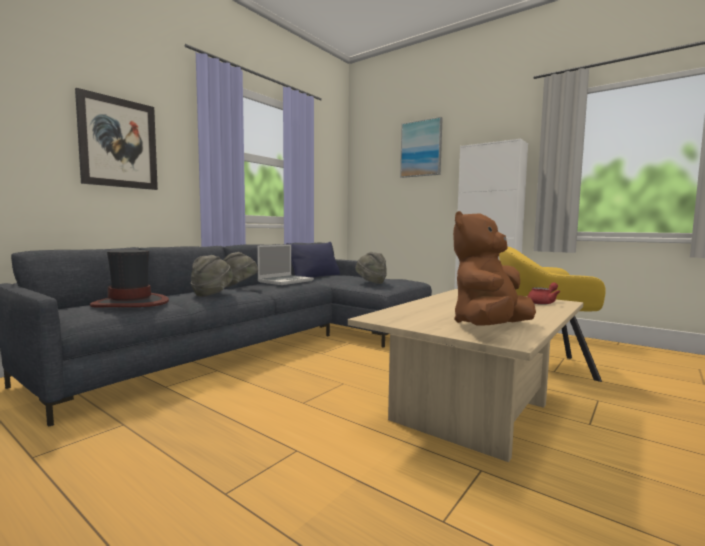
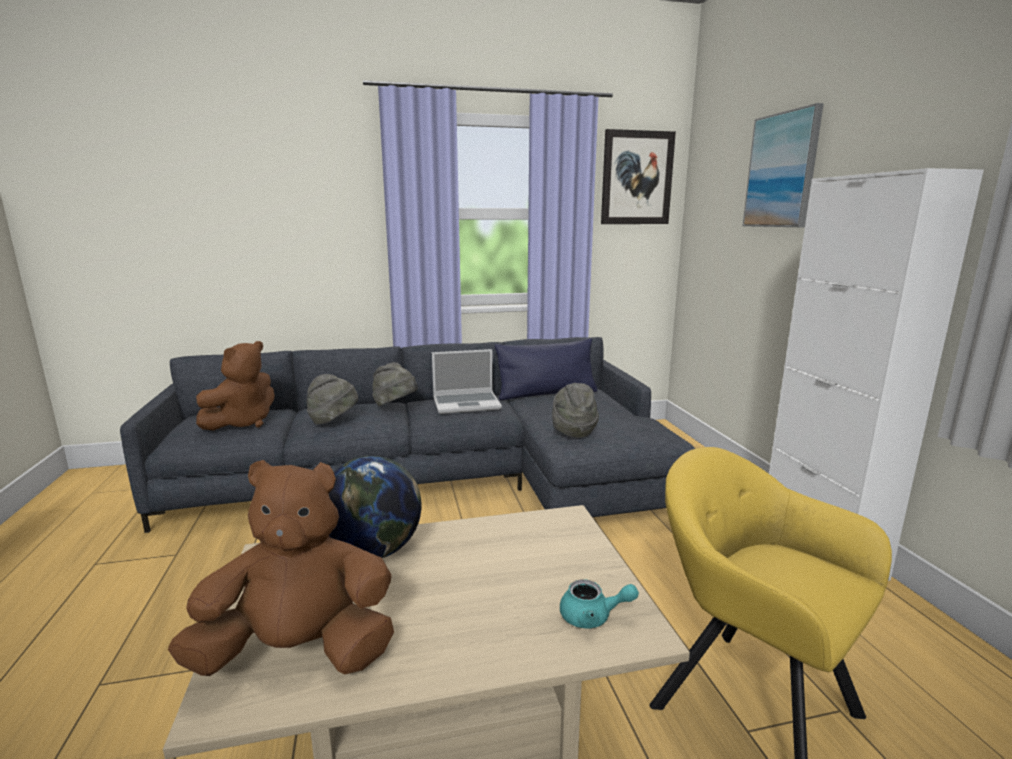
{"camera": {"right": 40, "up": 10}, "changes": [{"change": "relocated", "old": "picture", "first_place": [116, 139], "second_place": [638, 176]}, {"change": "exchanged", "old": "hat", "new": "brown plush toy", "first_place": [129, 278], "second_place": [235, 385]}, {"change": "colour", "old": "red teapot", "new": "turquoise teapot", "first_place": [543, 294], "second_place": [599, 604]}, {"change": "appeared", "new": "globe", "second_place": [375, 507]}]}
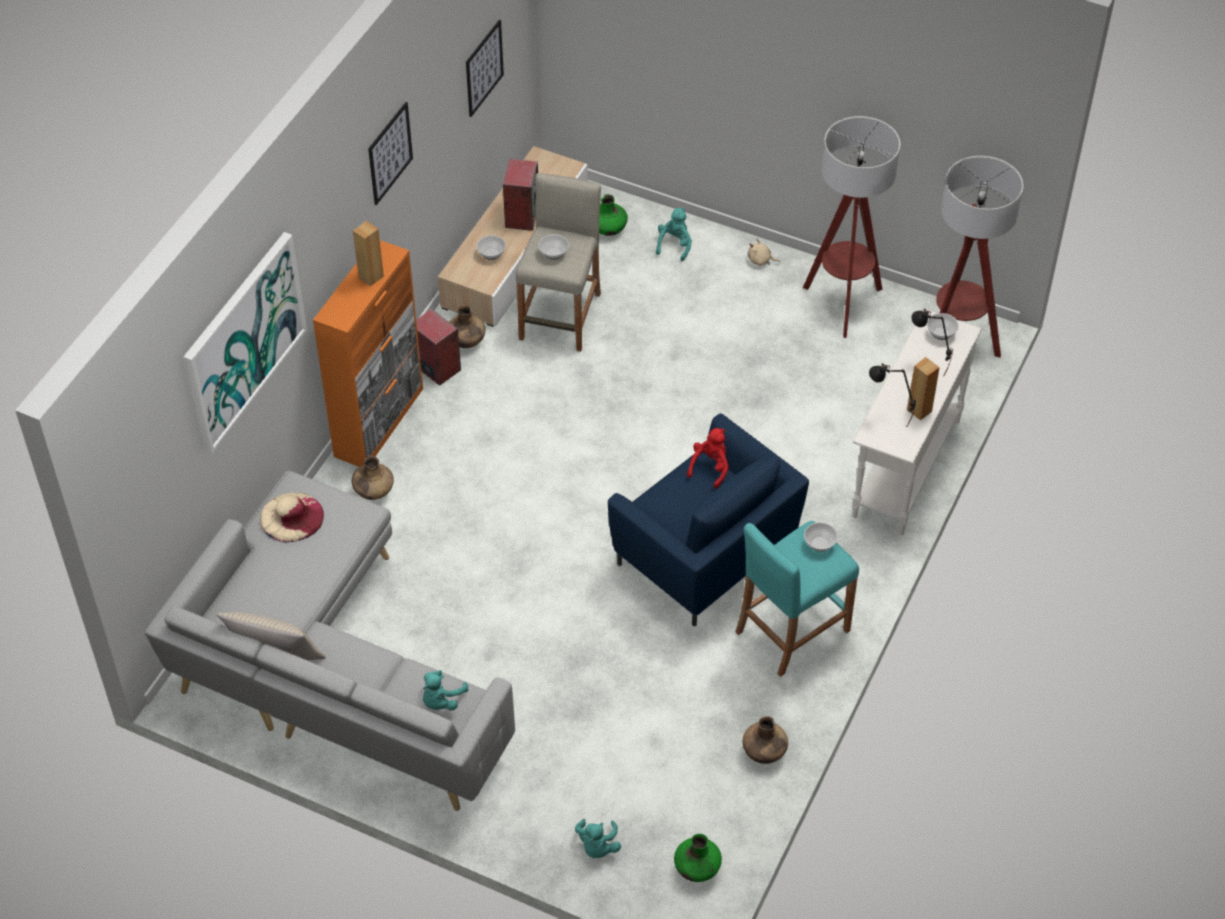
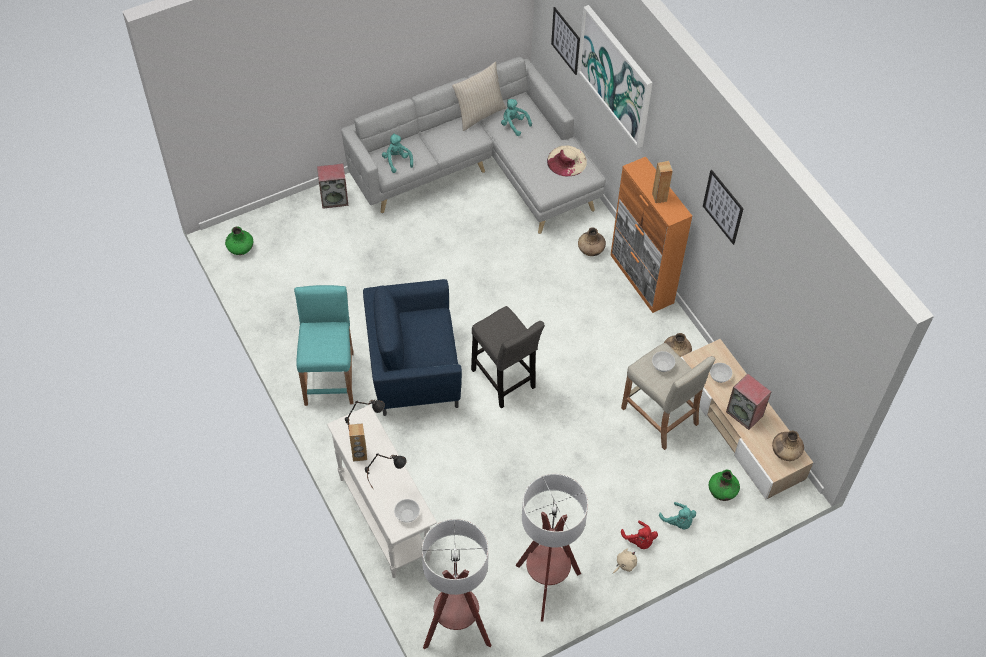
{"camera": {"right": 125, "up": 5}, "changes": [{"change": "relocated", "old": "picture", "first_place": [485, 68], "second_place": [565, 41]}, {"change": "relocated", "old": "speaker", "first_place": [438, 347], "second_place": [333, 186]}, {"change": "relocated", "old": "red plush toy", "first_place": [708, 458], "second_place": [639, 535]}, {"change": "missing", "old": "bowl", "first_place": [821, 537]}, {"change": "relocated", "old": "brown vase", "first_place": [765, 740], "second_place": [788, 446]}, {"change": "relocated", "old": "turquoise plush toy", "first_place": [598, 838], "second_place": [516, 117]}, {"change": "appeared", "new": "grey stool", "second_place": [508, 357]}]}
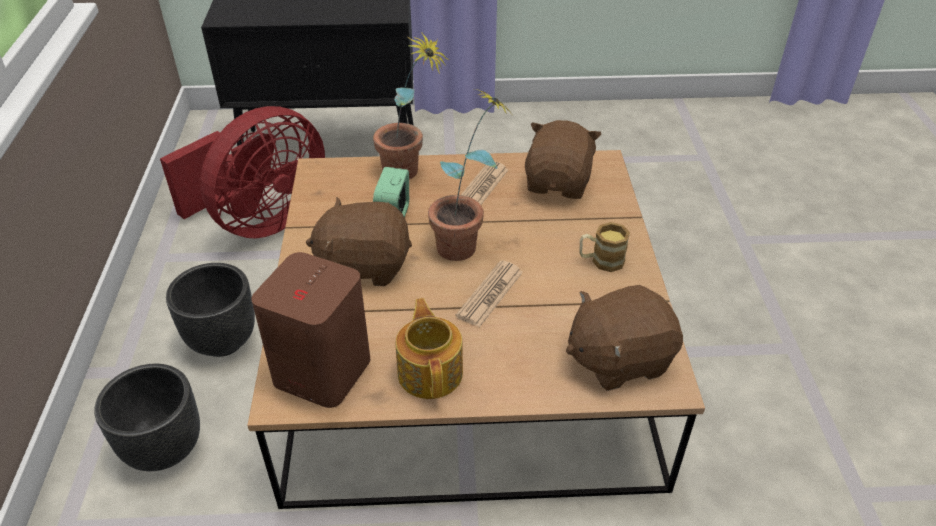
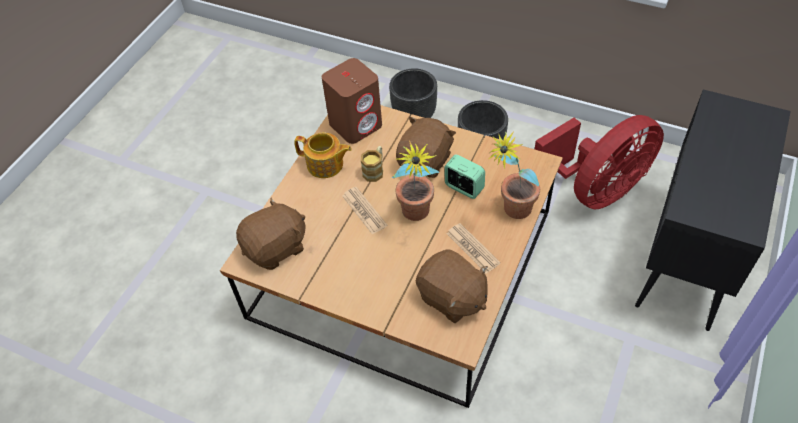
{"camera": {"right": 120, "up": 10}, "changes": [{"change": "spun", "old": "red fan", "first_place": [242, 172], "second_place": [599, 162], "degrees": -105}, {"change": "relocated", "old": "mug", "first_place": [604, 247], "second_place": [372, 164]}, {"change": "spun", "old": "brown plush toy", "first_place": [624, 338], "second_place": [270, 234], "degrees": 45}]}
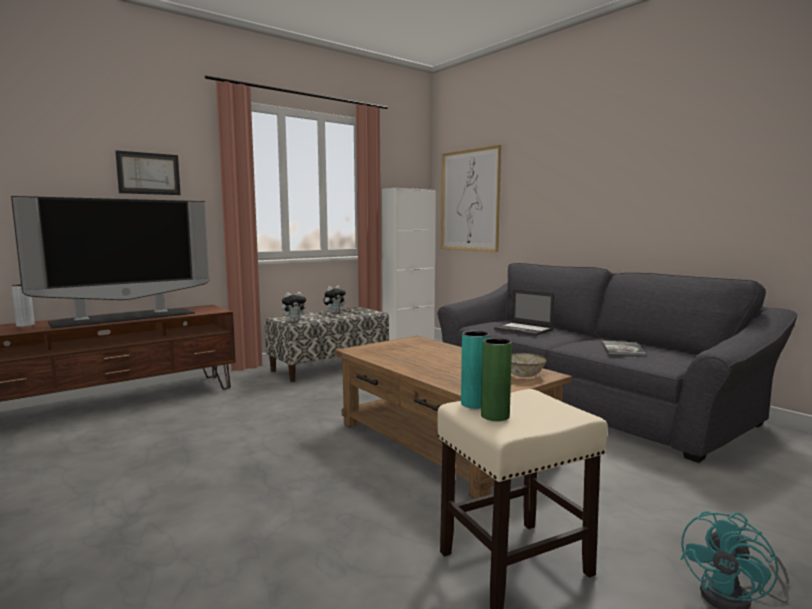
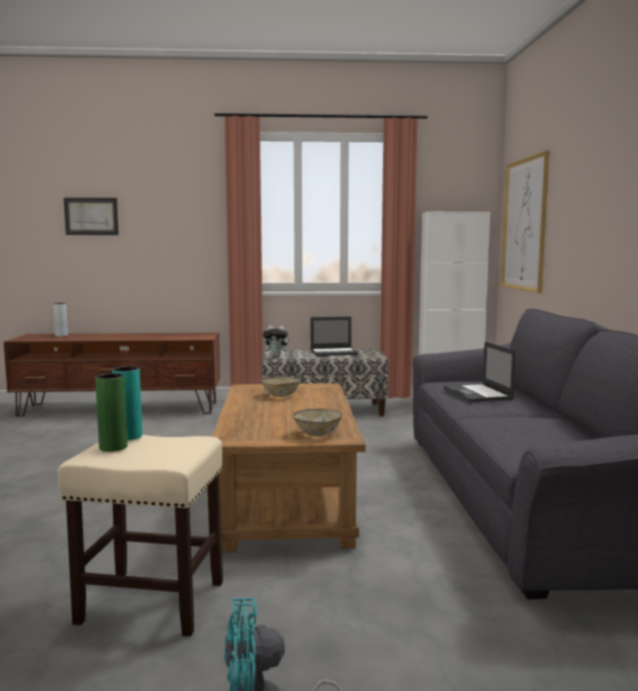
{"camera": {"right": 35, "up": 0}, "changes": [{"change": "relocated", "old": "picture", "first_place": [148, 172], "second_place": [91, 216]}, {"change": "missing", "old": "television", "first_place": [110, 262]}, {"change": "exchanged", "old": "plush toy", "new": "laptop", "first_place": [334, 300], "second_place": [334, 336]}, {"change": "missing", "old": "book", "first_place": [623, 348]}, {"change": "appeared", "new": "bowl", "second_place": [280, 386]}]}
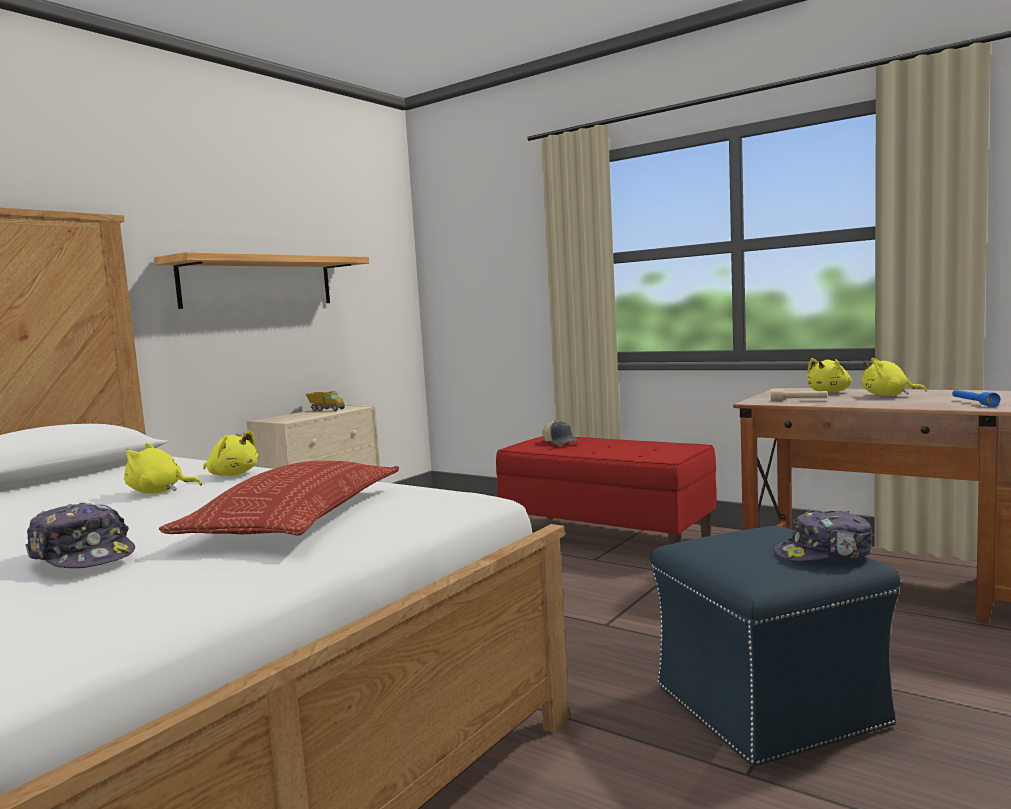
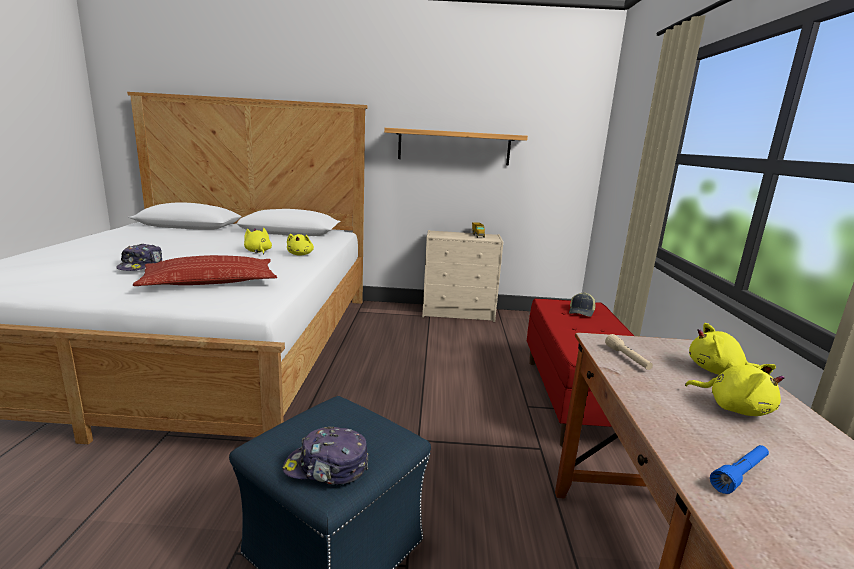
{"camera": {"right": 55, "up": 10}, "changes": [{"change": "spun", "old": "yellow plush toy", "first_place": [894, 377], "second_place": [735, 390], "degrees": 150}, {"change": "spun", "old": "cap", "first_place": [823, 535], "second_place": [325, 456], "degrees": -45}]}
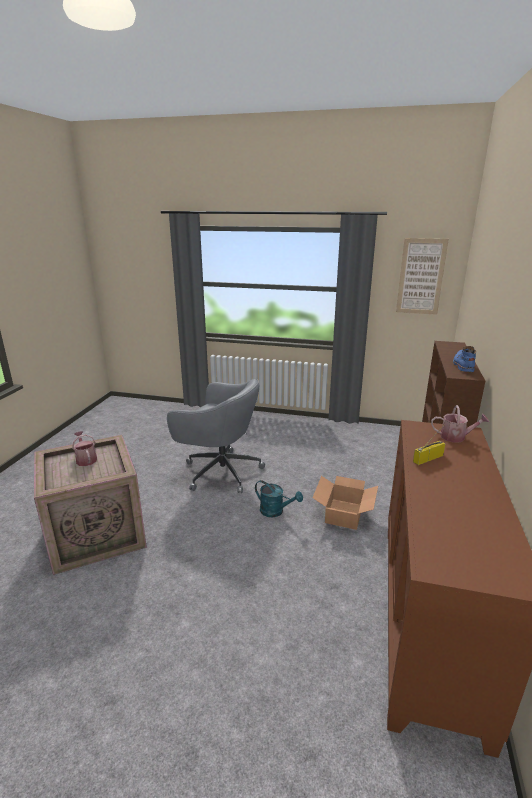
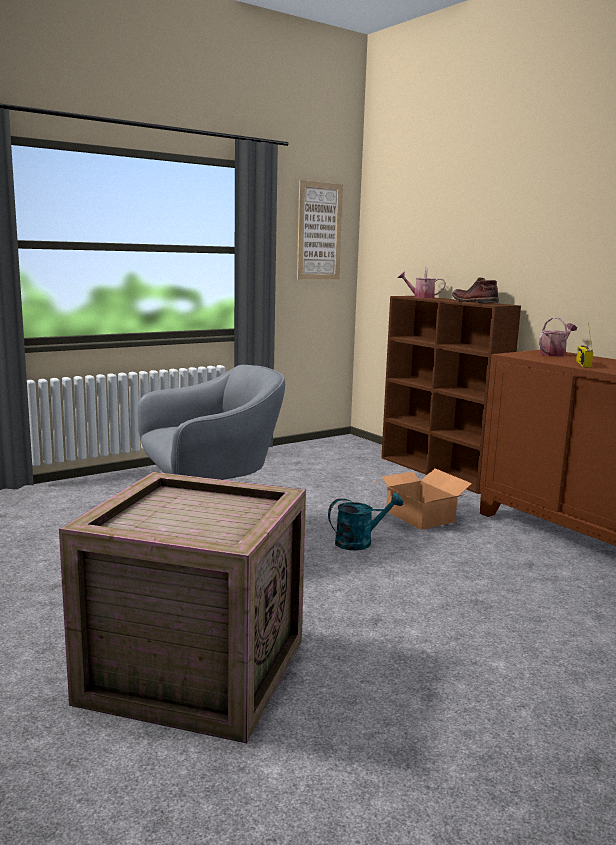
{"camera": {"right": -50, "up": -10}, "changes": [{"change": "colour", "old": "blue boot", "new": "brown boot", "first_place": [464, 359], "second_place": [475, 290]}, {"change": "relocated", "old": "watering can", "first_place": [84, 448], "second_place": [422, 282]}]}
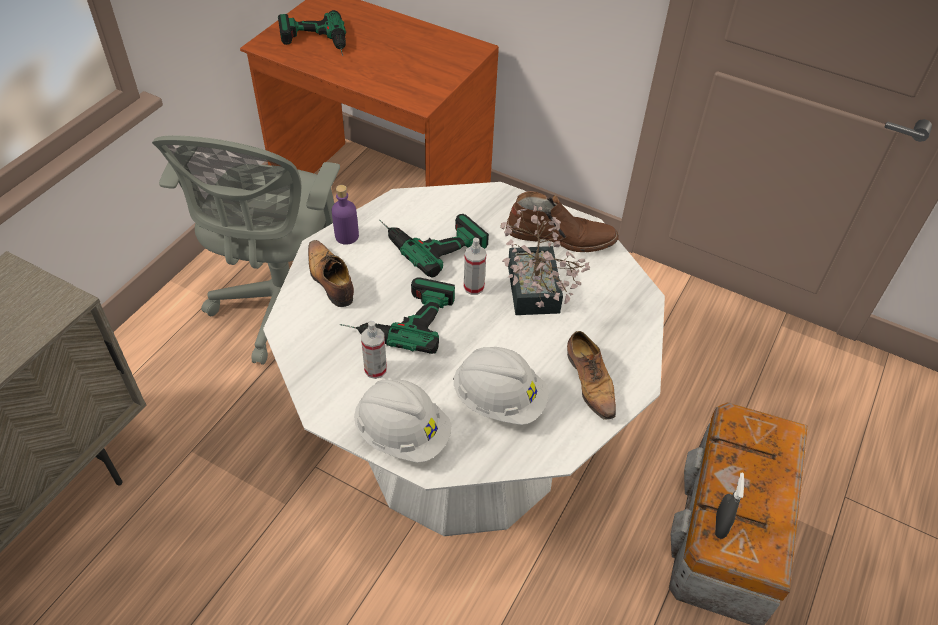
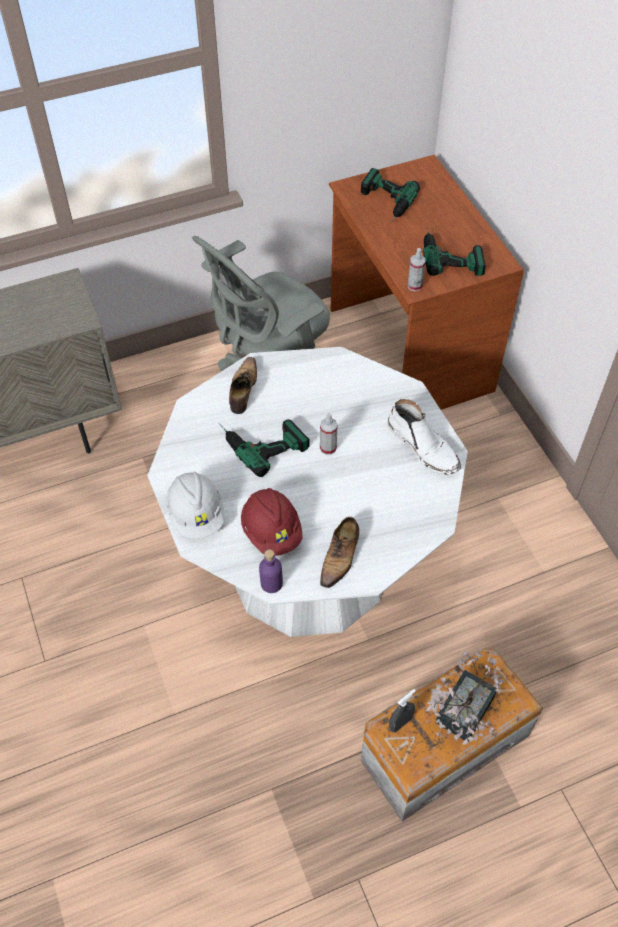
{"camera": {"right": 40, "up": 5}, "changes": [{"change": "relocated", "old": "purple bottle", "first_place": [345, 215], "second_place": [271, 571]}, {"change": "colour", "old": "brown boot", "new": "white boot", "first_place": [562, 221], "second_place": [424, 436]}, {"change": "relocated", "old": "potted plant", "first_place": [545, 260], "second_place": [464, 697]}, {"change": "relocated", "old": "power drill", "first_place": [434, 246], "second_place": [454, 251]}, {"change": "relocated", "old": "spray bottle", "first_place": [374, 350], "second_place": [417, 269]}, {"change": "colour", "old": "white hard hat", "new": "red hard hat", "first_place": [501, 386], "second_place": [272, 522]}]}
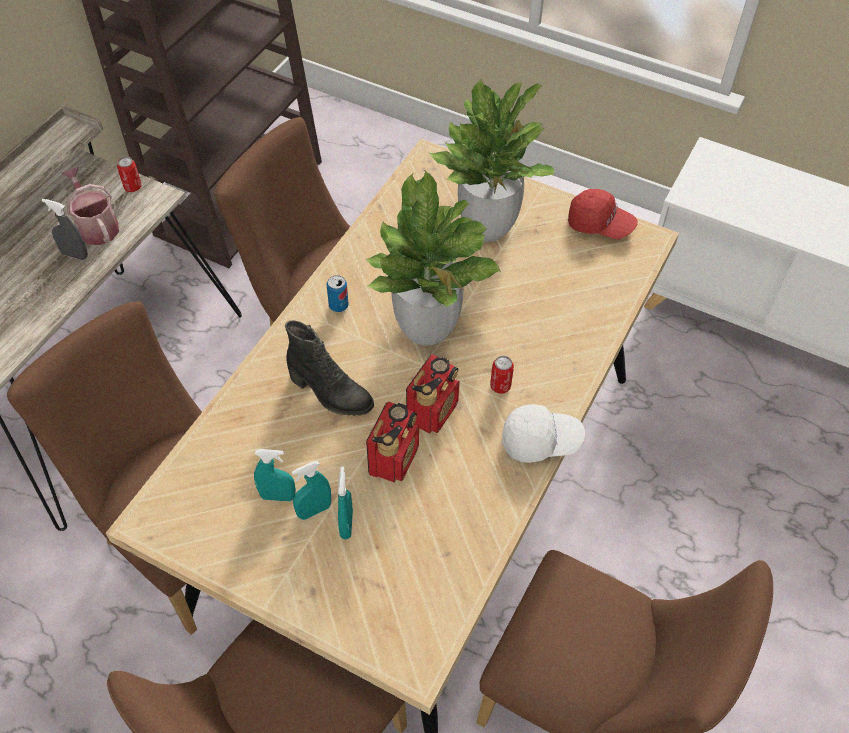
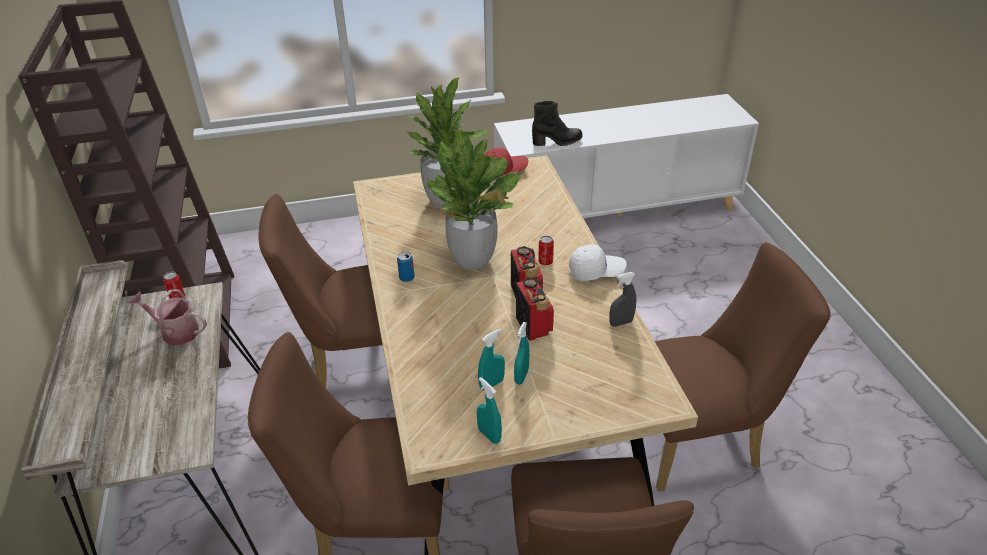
{"camera": {"right": -40, "up": -15}, "changes": [{"change": "relocated", "old": "grey spray bottle", "first_place": [65, 229], "second_place": [623, 299]}, {"change": "relocated", "old": "black boot", "first_place": [329, 368], "second_place": [557, 123]}, {"change": "spun", "old": "white cap", "first_place": [543, 433], "second_place": [598, 263], "degrees": 45}, {"change": "relocated", "old": "turquoise spray bottle", "first_place": [345, 503], "second_place": [489, 410]}]}
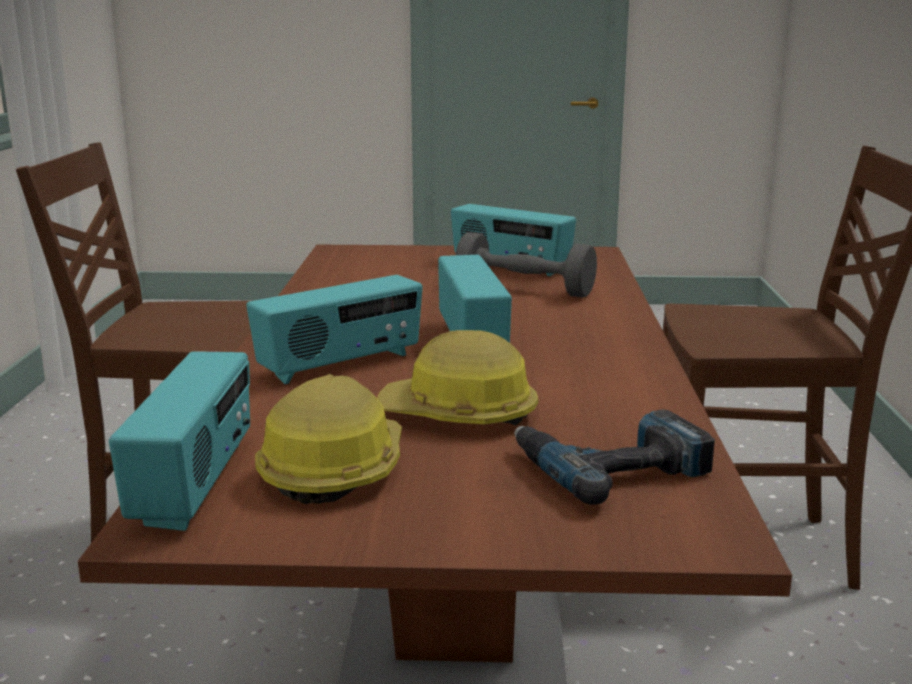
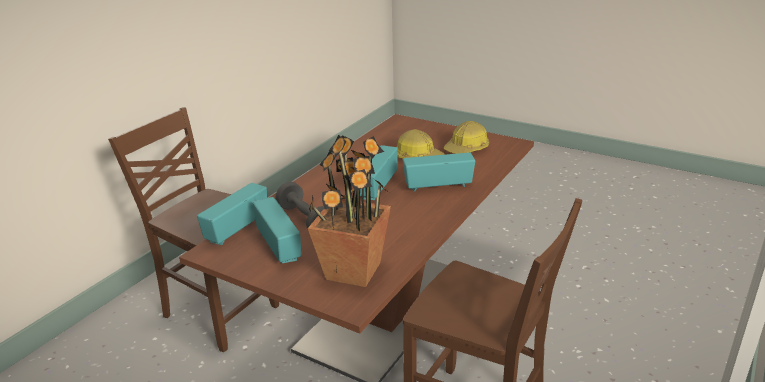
{"camera": {"right": -150, "up": 10}, "changes": [{"change": "relocated", "old": "radio", "first_place": [179, 441], "second_place": [232, 214]}, {"change": "missing", "old": "power drill", "first_place": [614, 457]}, {"change": "appeared", "new": "potted plant", "second_place": [349, 211]}]}
